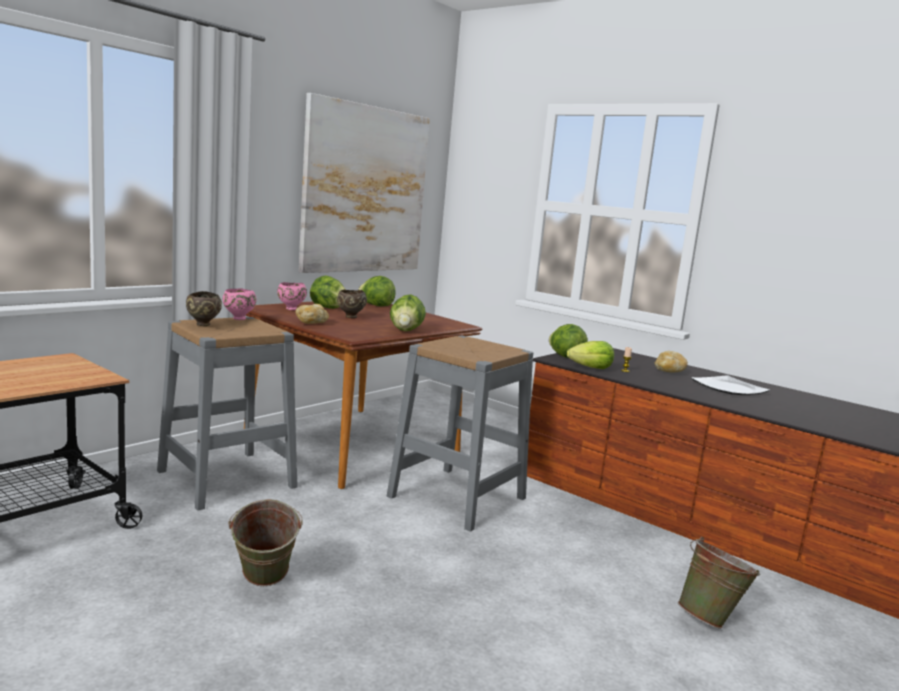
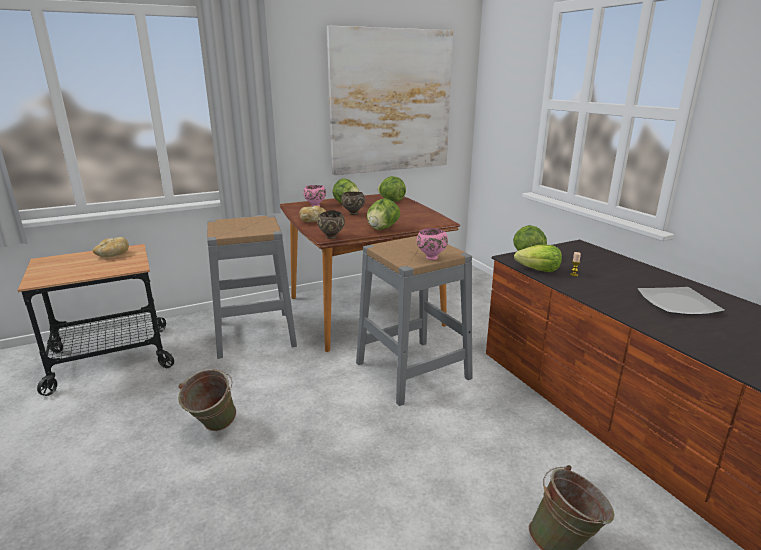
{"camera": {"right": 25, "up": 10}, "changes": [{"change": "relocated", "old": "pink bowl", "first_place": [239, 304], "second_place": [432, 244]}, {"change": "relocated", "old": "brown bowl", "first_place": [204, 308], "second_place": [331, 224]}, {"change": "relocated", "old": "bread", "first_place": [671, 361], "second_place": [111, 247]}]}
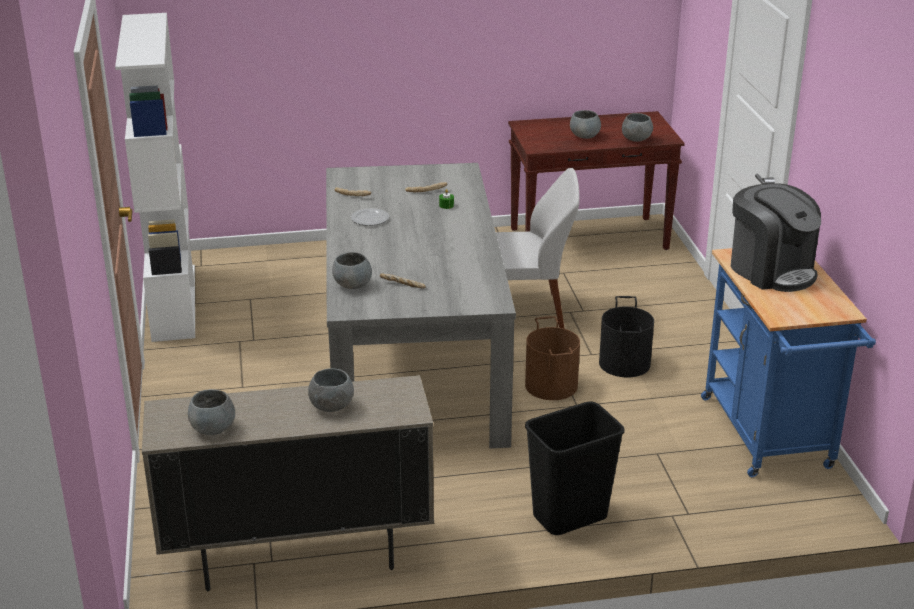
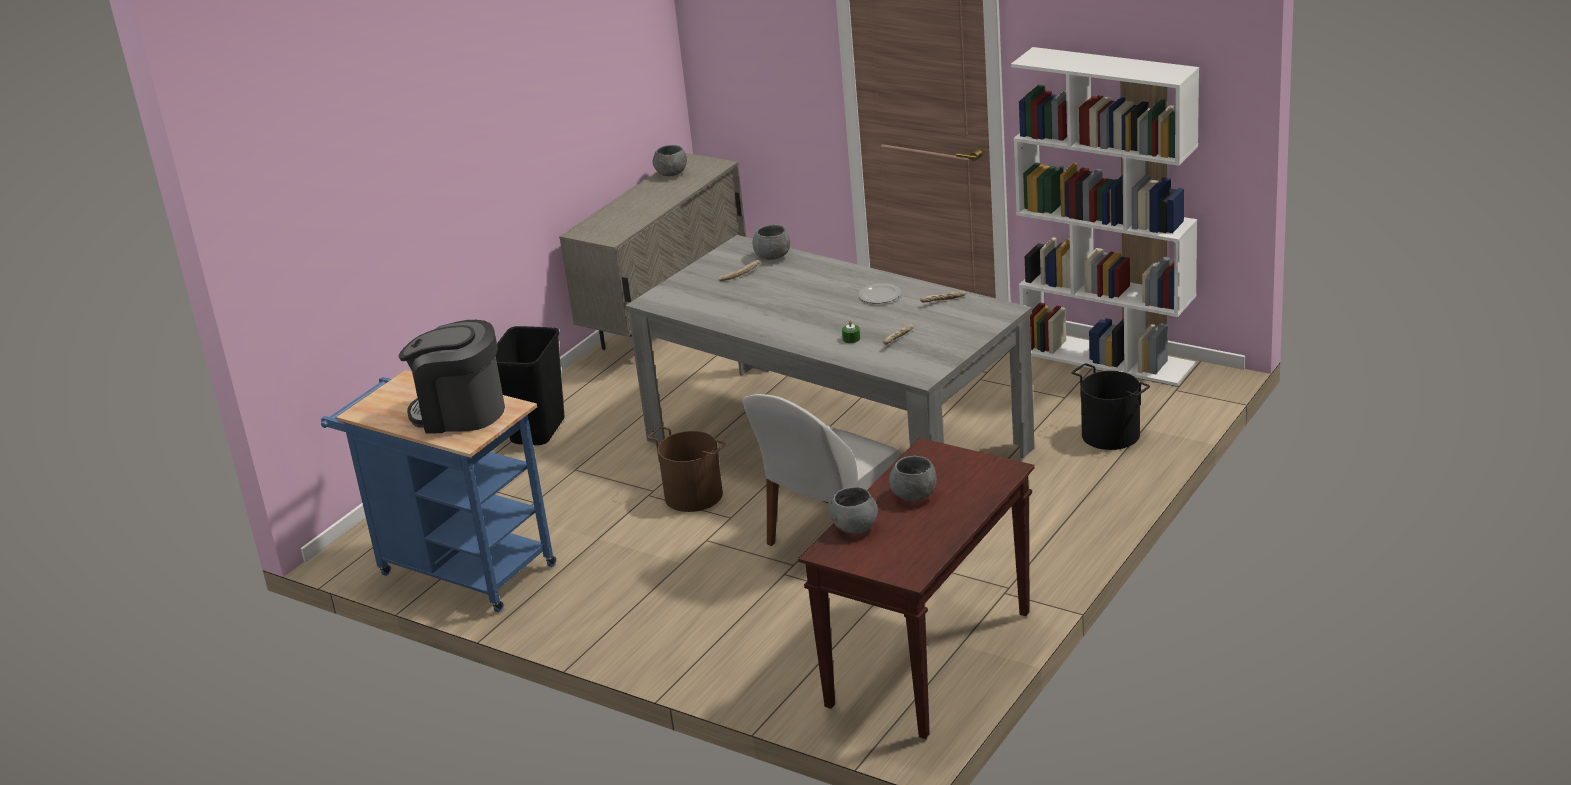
{"camera": {"right": 135, "up": 0}, "changes": [{"change": "relocated", "old": "black bucket", "first_place": [626, 337], "second_place": [1111, 406]}, {"change": "missing", "old": "grey bowl", "first_place": [331, 390]}]}
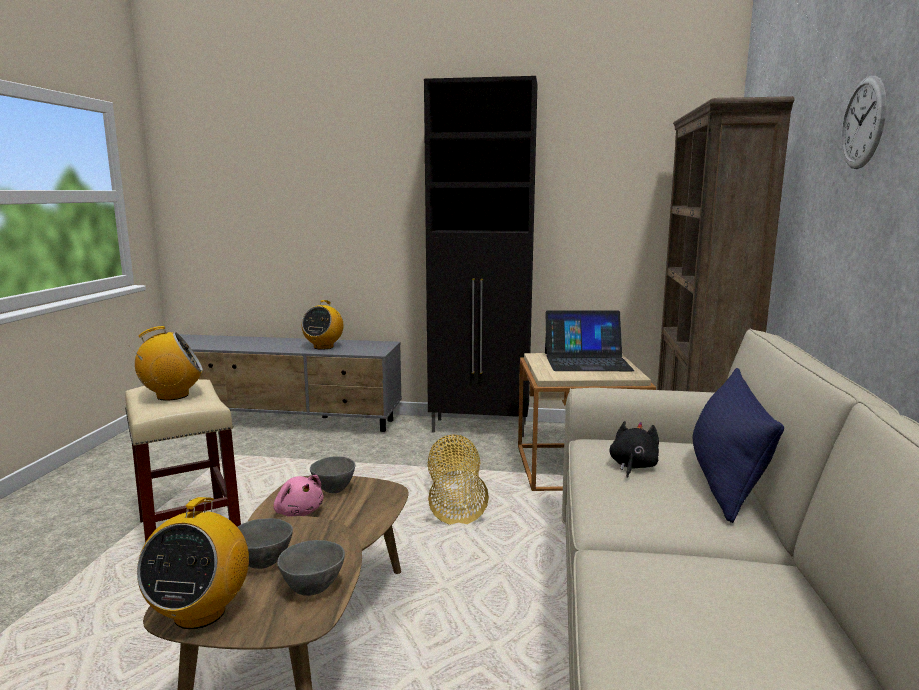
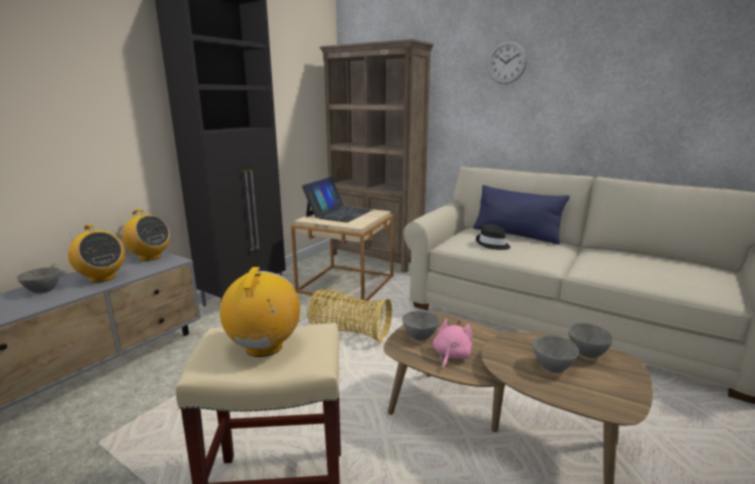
{"camera": {"right": -65, "up": 5}, "changes": [{"change": "exchanged", "old": "black plush toy", "new": "black hat", "first_place": [634, 449], "second_place": [493, 237]}, {"change": "spun", "old": "pink plush toy", "first_place": [299, 495], "second_place": [452, 344], "degrees": -45}, {"change": "relocated", "old": "radio", "first_place": [193, 563], "second_place": [145, 235]}, {"change": "appeared", "new": "grey bowl", "second_place": [38, 280]}]}
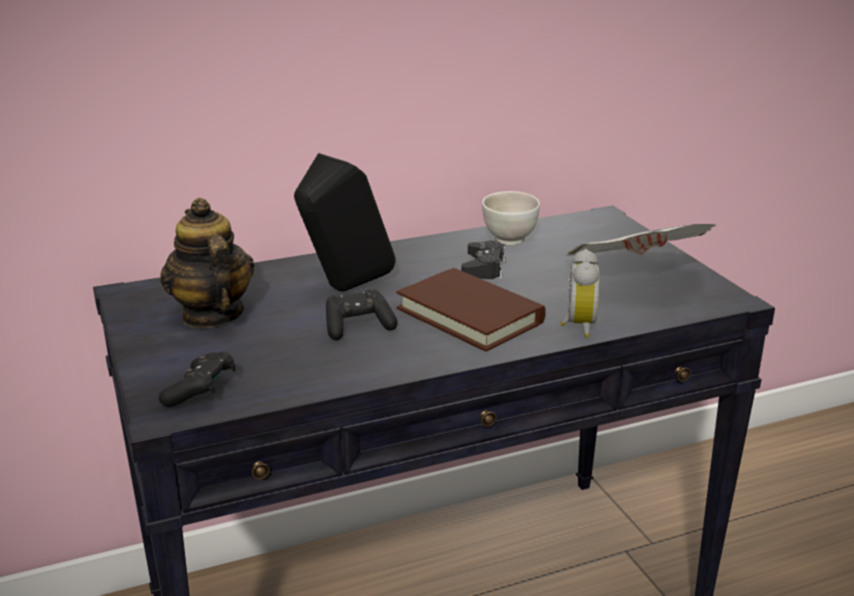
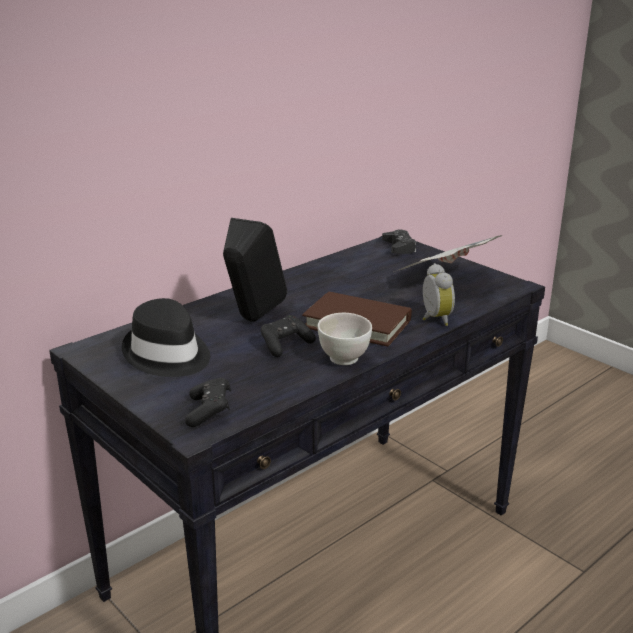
{"camera": {"right": -20, "up": 0}, "changes": [{"change": "relocated", "old": "white bowl", "first_place": [511, 218], "second_place": [344, 339]}, {"change": "exchanged", "old": "teapot", "new": "black hat", "first_place": [207, 263], "second_place": [166, 337]}, {"change": "relocated", "old": "black game controller", "first_place": [483, 259], "second_place": [399, 241]}]}
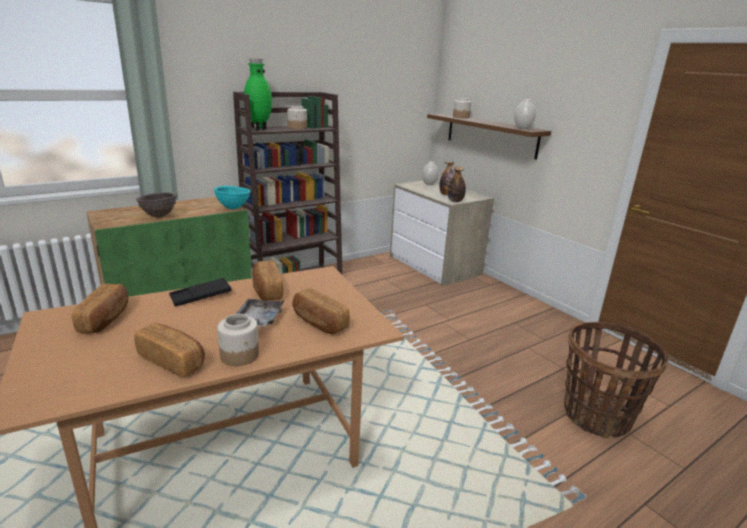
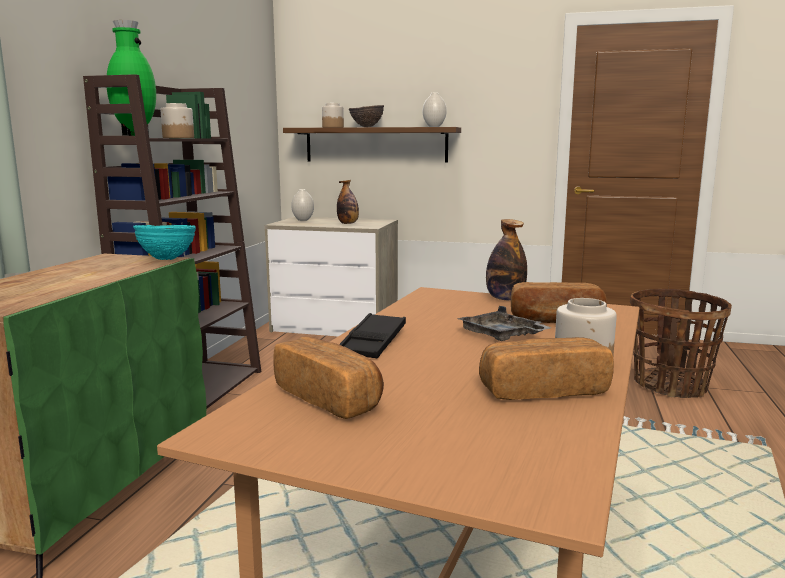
{"camera": {"right": -40, "up": -10}, "changes": [{"change": "relocated", "old": "bottle", "first_place": [457, 184], "second_place": [506, 259]}, {"change": "relocated", "old": "brown bowl", "first_place": [156, 205], "second_place": [366, 116]}, {"change": "missing", "old": "bread", "first_place": [267, 280]}]}
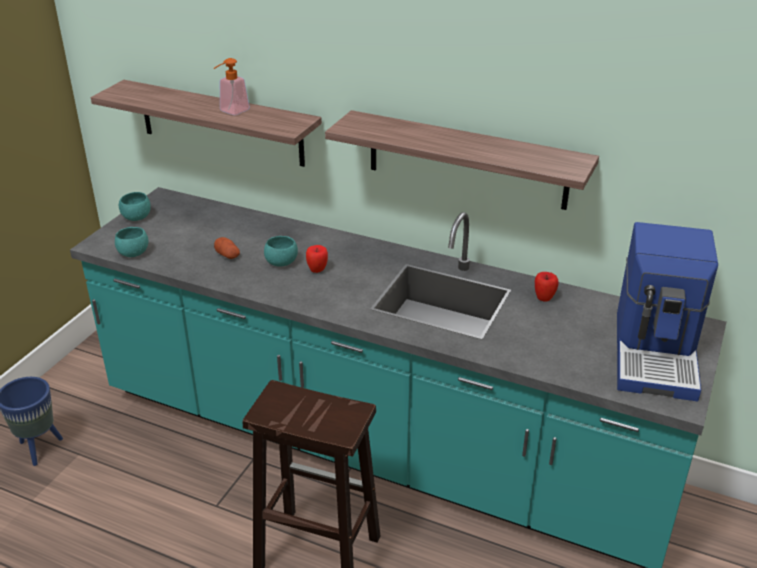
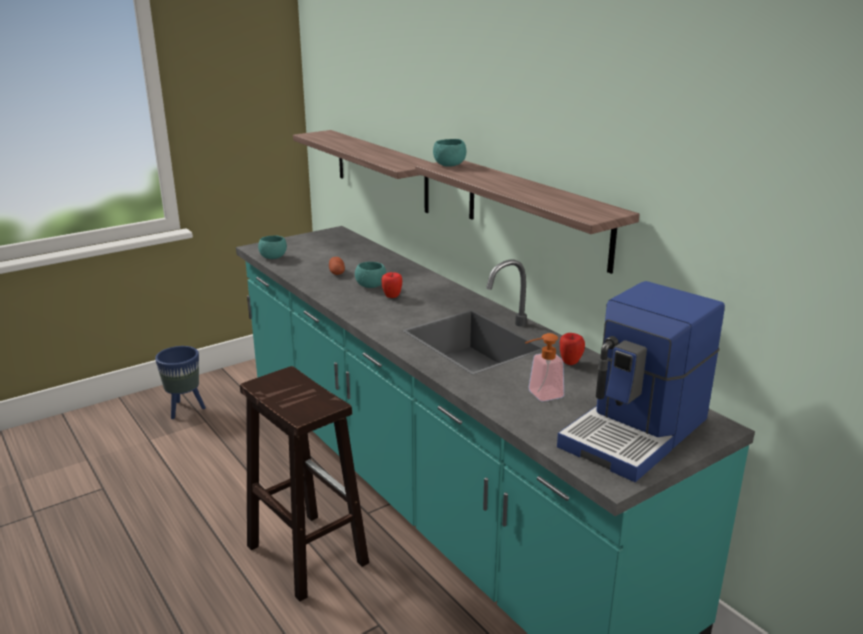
{"camera": {"right": 30, "up": -10}, "changes": [{"change": "relocated", "old": "soap dispenser", "first_place": [231, 86], "second_place": [544, 367]}, {"change": "relocated", "old": "turquoise bowl", "first_place": [135, 206], "second_place": [449, 153]}]}
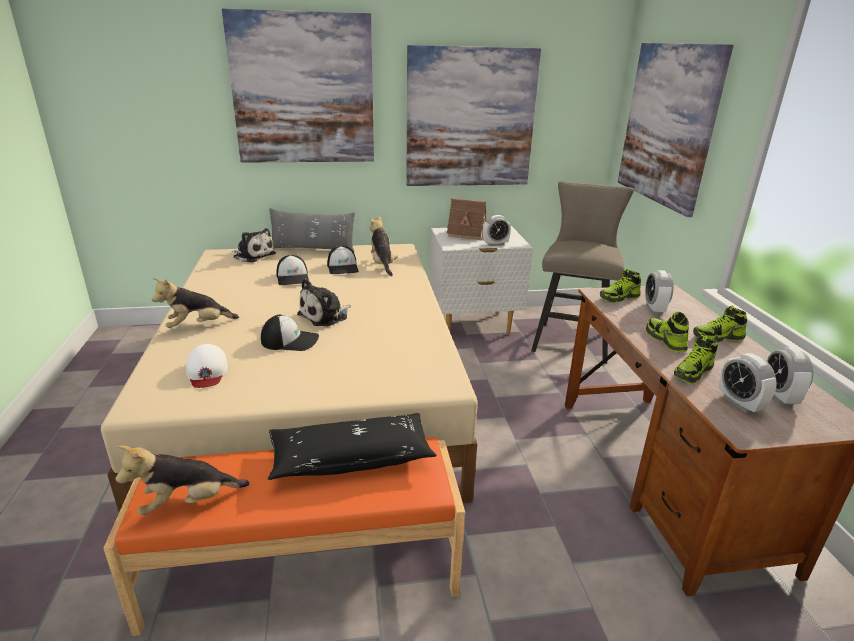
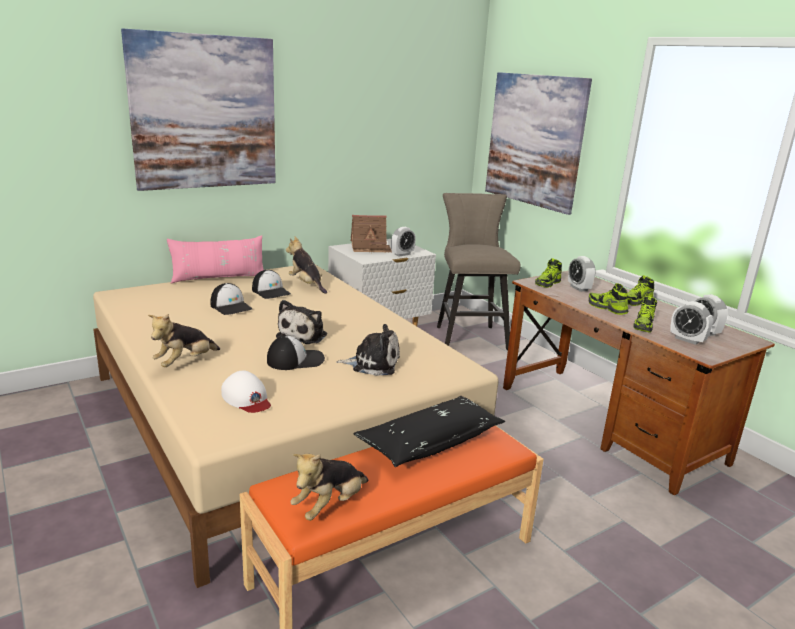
{"camera": {"right": -25, "up": -5}, "changes": [{"change": "missing", "old": "picture", "first_place": [473, 115]}, {"change": "colour", "old": "grey pillow", "new": "pink pillow", "first_place": [312, 230], "second_place": [215, 259]}, {"change": "relocated", "old": "plush toy", "first_place": [254, 245], "second_place": [368, 350]}]}
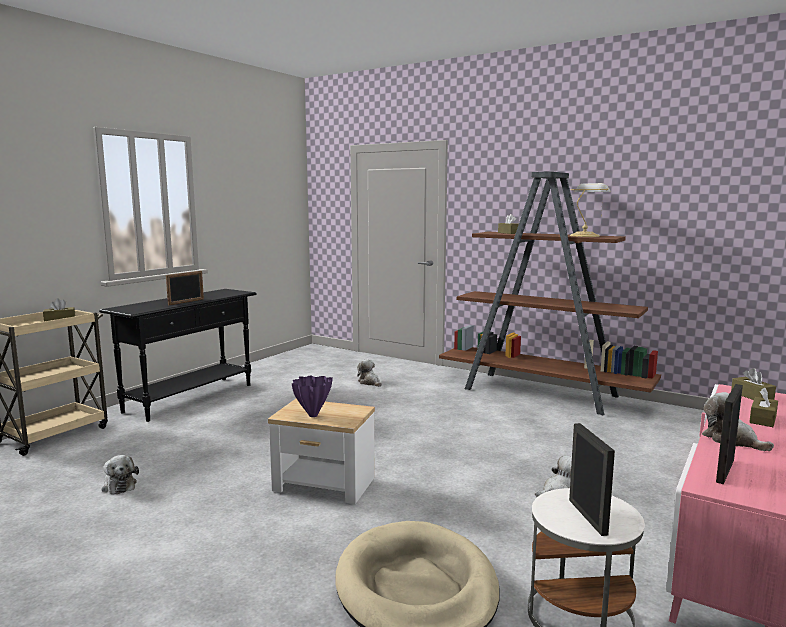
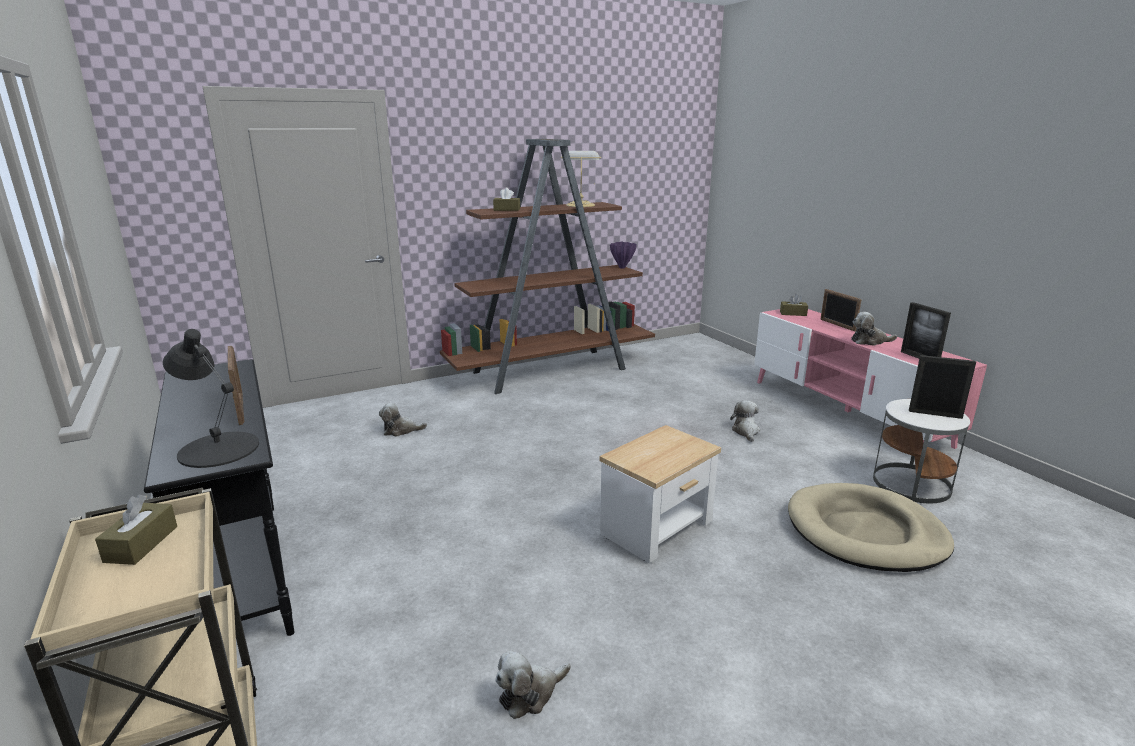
{"camera": {"right": -60, "up": 10}, "changes": [{"change": "relocated", "old": "purple vase", "first_place": [312, 396], "second_place": [623, 255]}, {"change": "exchanged", "old": "brown tissue box", "new": "picture frame", "first_place": [763, 407], "second_place": [841, 310]}, {"change": "spun", "old": "plush toy", "first_place": [120, 474], "second_place": [533, 684], "degrees": 150}, {"change": "appeared", "new": "black table lamp", "second_place": [211, 398]}]}
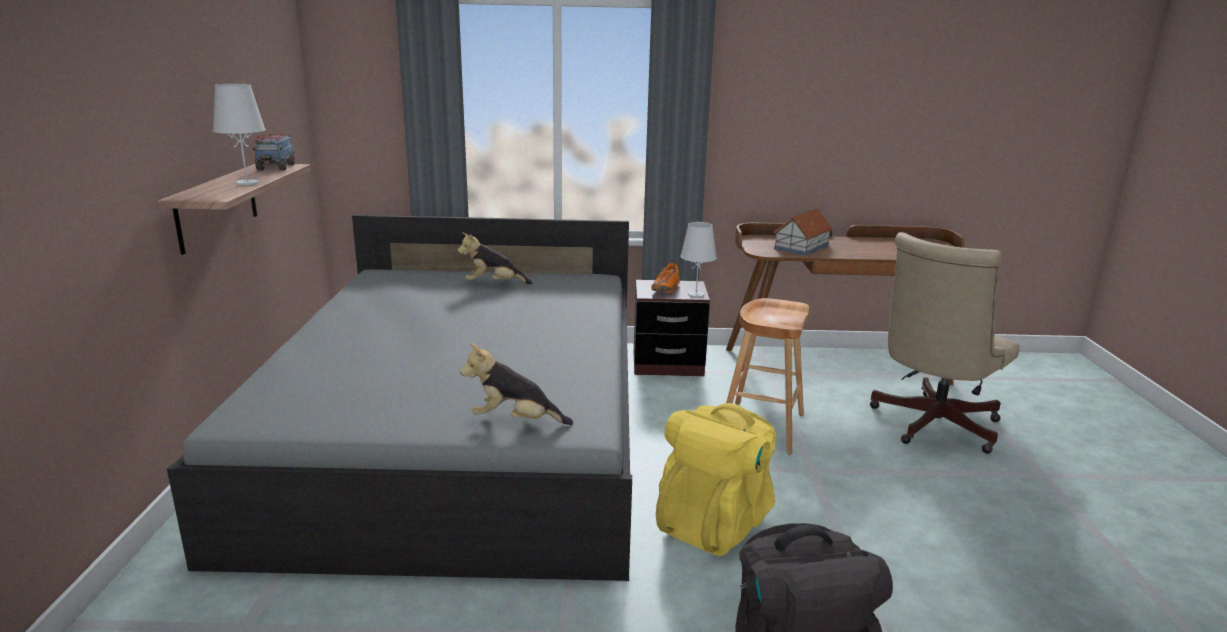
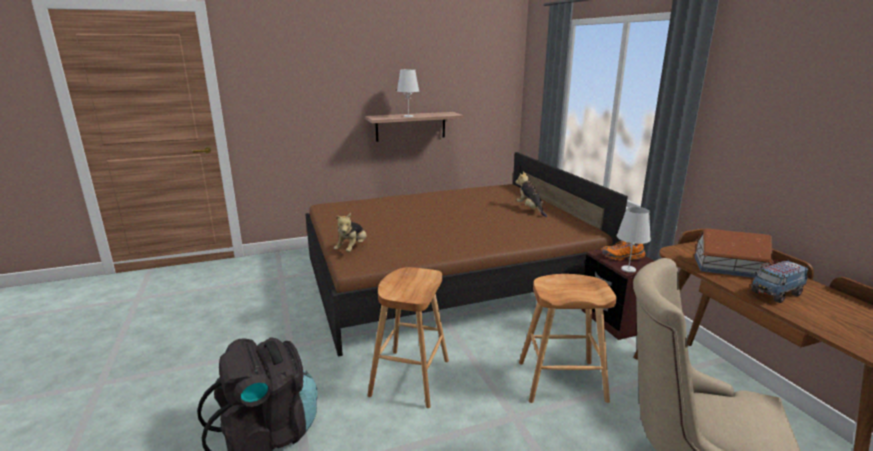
{"camera": {"right": 70, "up": 0}, "changes": [{"change": "relocated", "old": "toy truck", "first_place": [274, 152], "second_place": [780, 281]}, {"change": "colour", "old": "grey bed", "new": "brown bed", "first_place": [399, 398], "second_place": [466, 254]}, {"change": "spun", "old": "plush toy", "first_place": [516, 384], "second_place": [350, 232], "degrees": -150}, {"change": "exchanged", "old": "yellow backpack", "new": "brown stool", "first_place": [716, 479], "second_place": [408, 337]}]}
